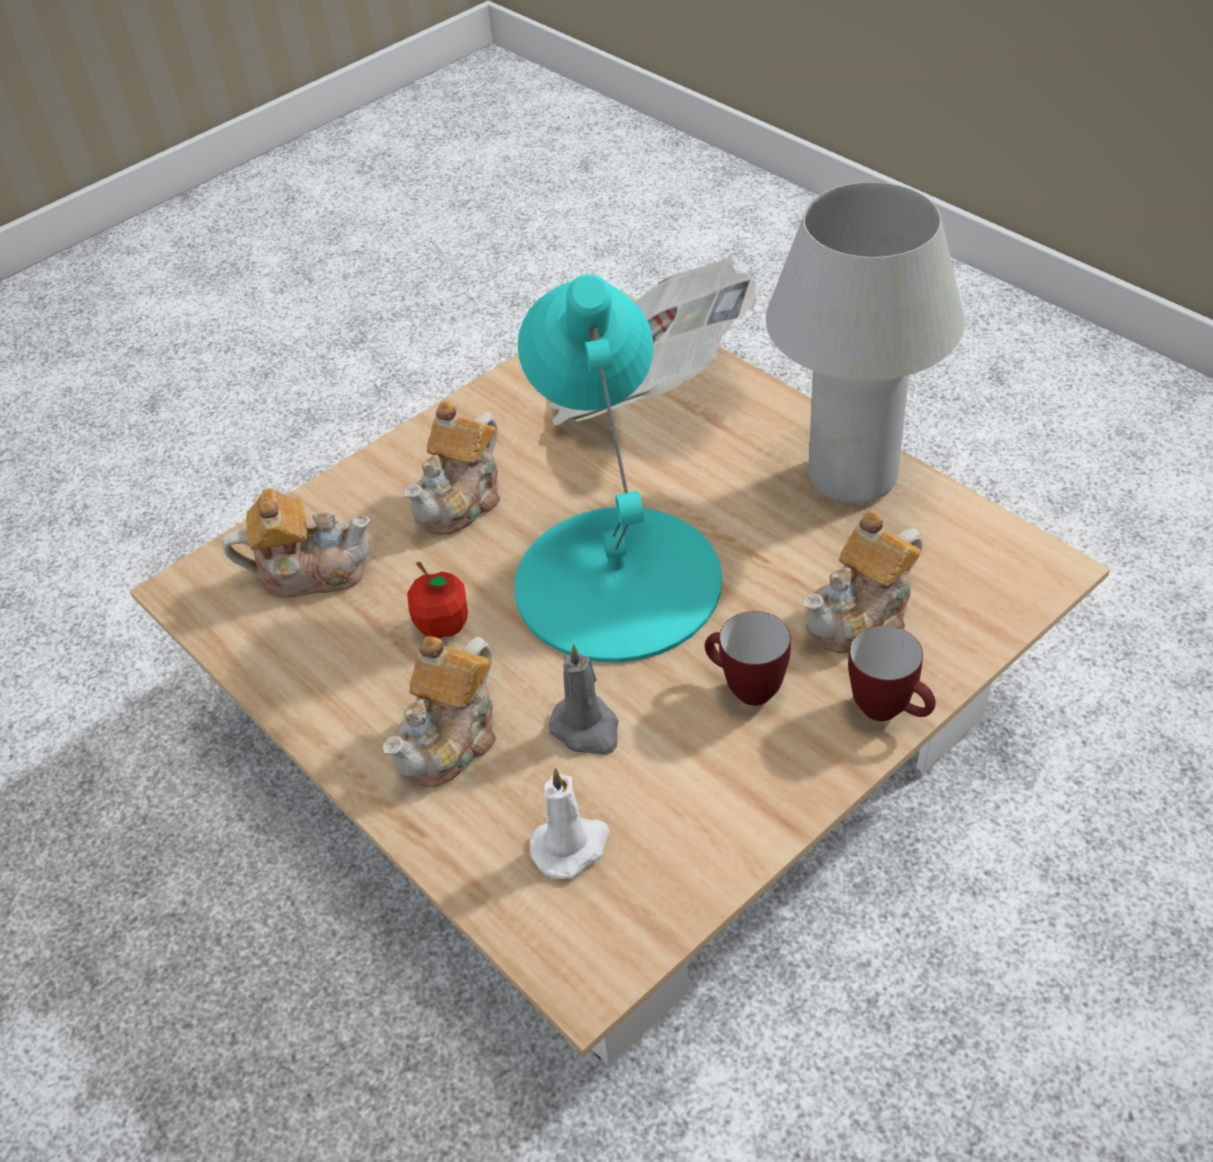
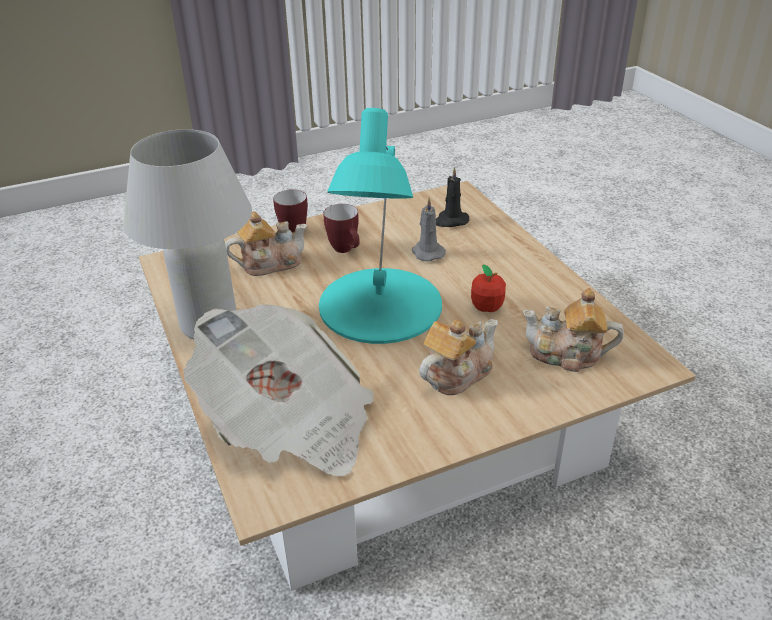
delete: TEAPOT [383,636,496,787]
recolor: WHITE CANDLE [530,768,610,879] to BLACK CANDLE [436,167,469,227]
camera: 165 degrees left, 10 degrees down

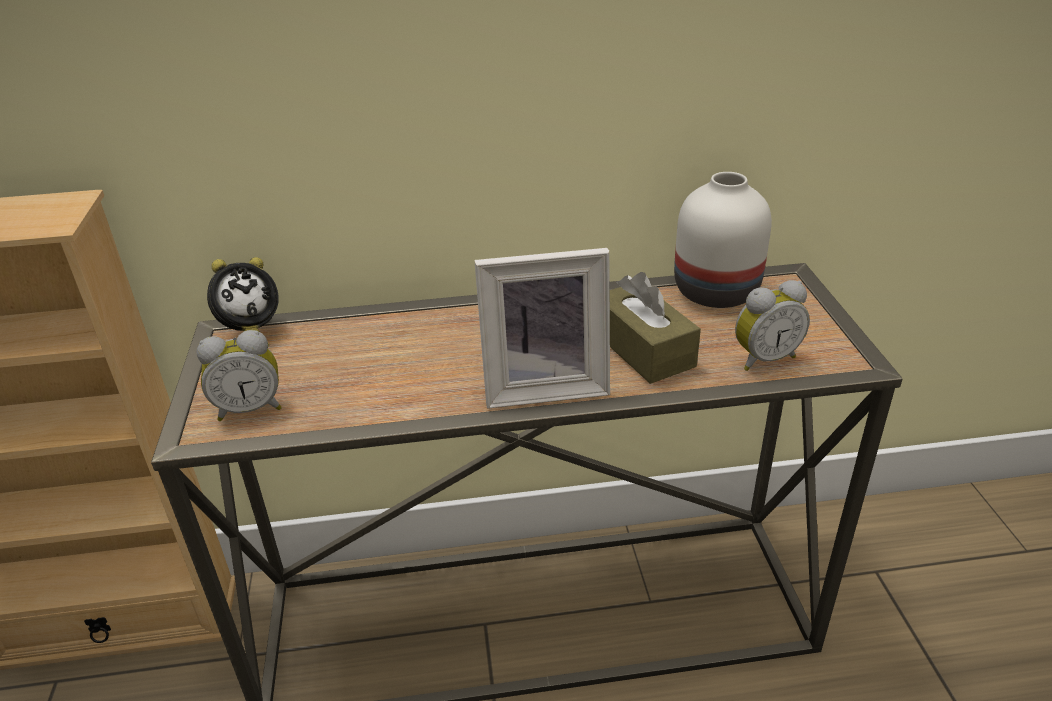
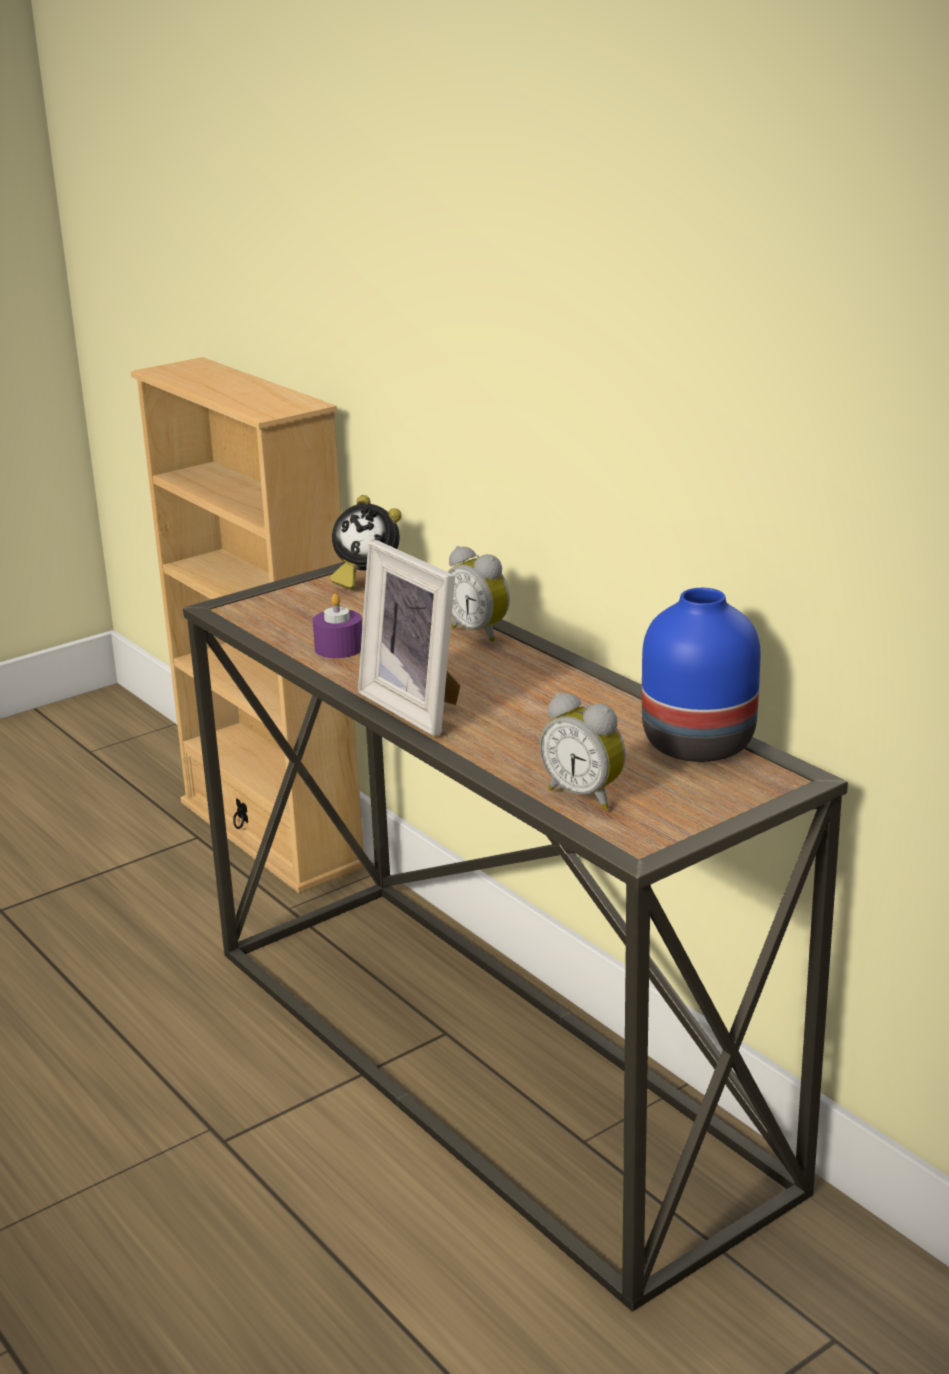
delete: BROWN TISSUE BOX [610,272,701,384]
insert: PURPLE CANDLE [313,594,362,658]
move: ALARM CLOCK [196,330,282,421] to [448,546,510,642]
recolor: WHITE VASE [674,172,772,308] to BLUE VASE [642,588,760,762]
camera: 60 degrees right, 10 degrees down

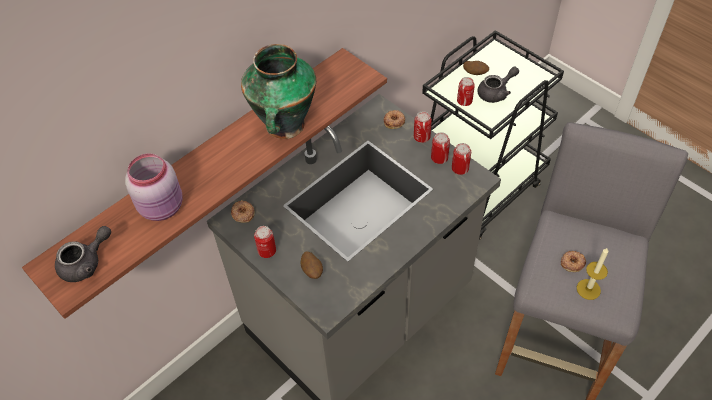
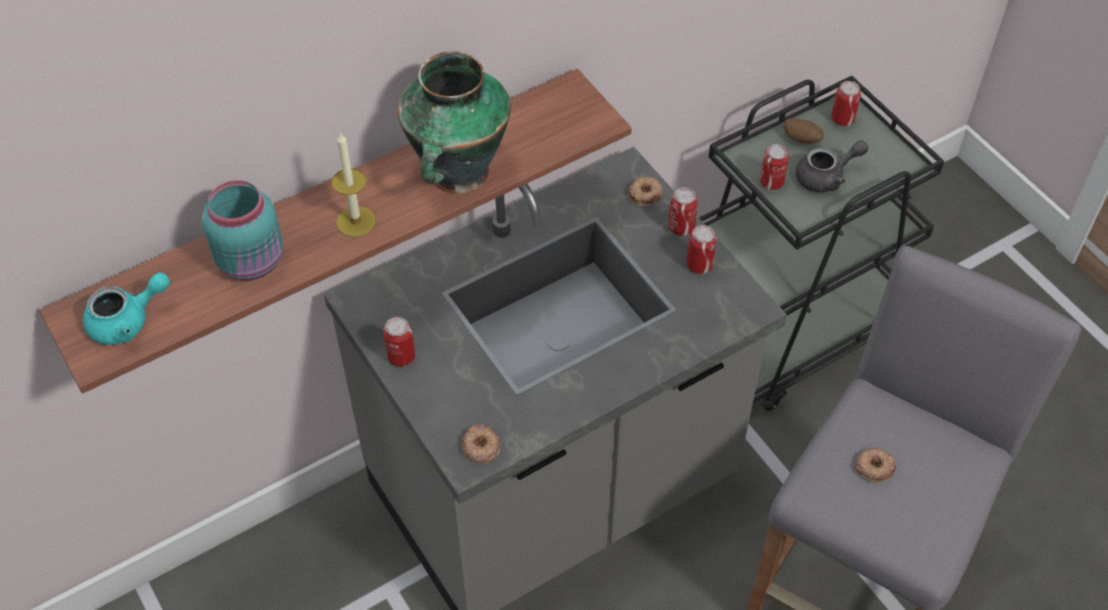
delete: POTATO [300,251,323,279]
move: DONUT [231,200,255,223] to [461,425,501,464]; CAN [452,143,471,175] to [831,81,861,126]; CANDLE [577,248,608,300] to [332,132,376,237]
recolor: GREY TEAPOT [55,226,111,282] to TURQUOISE TEAPOT [83,273,170,345]; PINK JAR [125,154,183,221] to TURQUOISE JAR [202,180,283,281]
camera: 10 degrees right, 0 degrees up

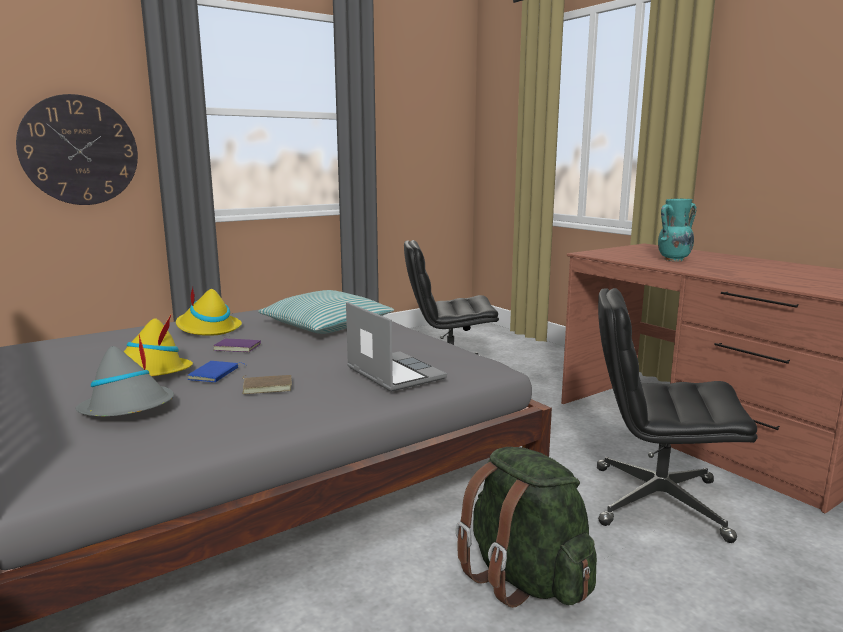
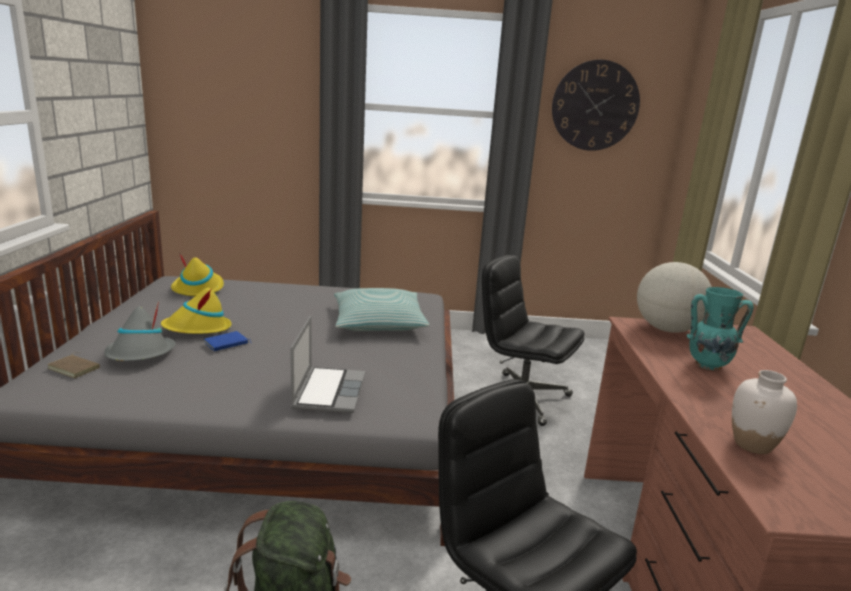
delete: PURPLE BOOK [213,337,261,352]
insert: GLOBE [637,262,712,333]; WHITE VASE [732,370,797,454]
move: WALL CLOCK [16,94,138,205] to [552,60,640,151]; YELLOW HAT [176,287,242,336] to [171,253,224,296]; BROWN BOOK [242,375,292,394] to [48,352,100,378]
camera: 35 degrees right, 5 degrees up

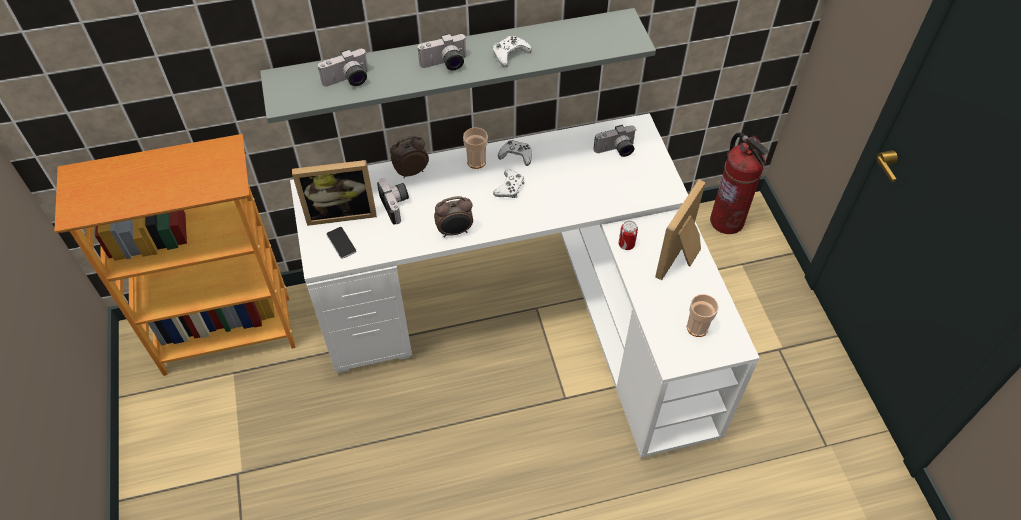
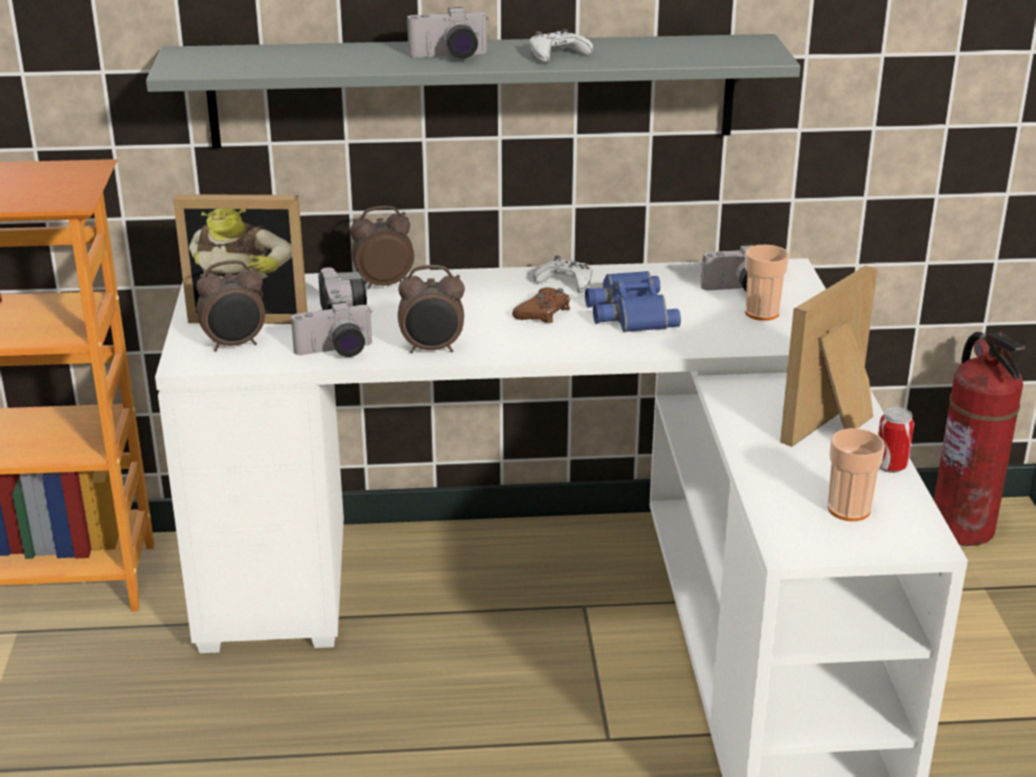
insert: BLUE BINOCULARS [585,271,681,332]
move: PHOTO CAMERA [318,49,369,87] to [291,301,373,357]; CUP [463,127,488,169] to [745,245,789,321]; CAN [619,220,638,250] to [878,407,914,473]
replace: PHONE [326,227,356,259] to ALARM CLOCK [196,260,265,351]
recolor: WHITE GAME CONTROLLER [493,170,524,198] to BROWN GAME CONTROLLER [512,288,570,323]
camera: 10 degrees right, 25 degrees down

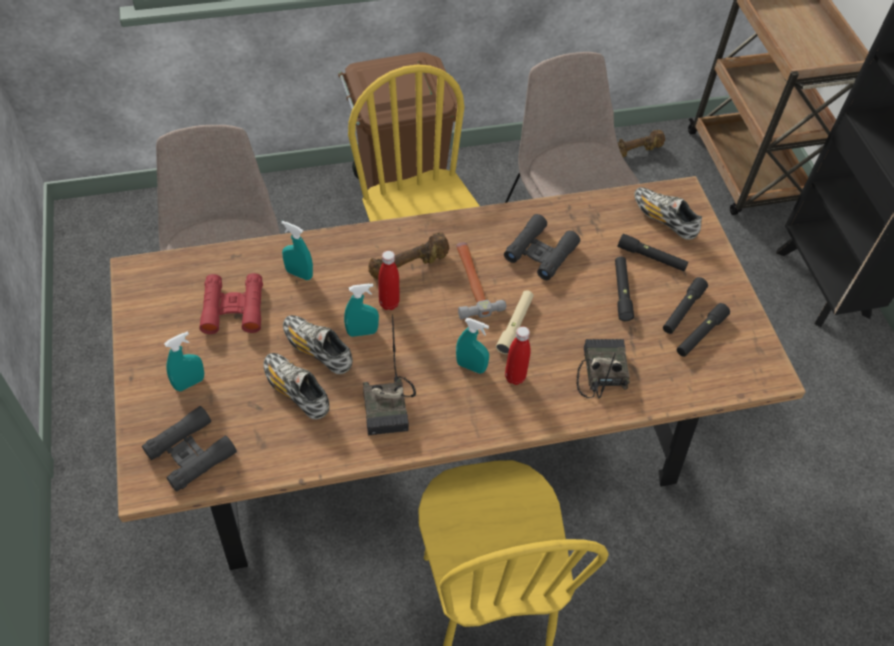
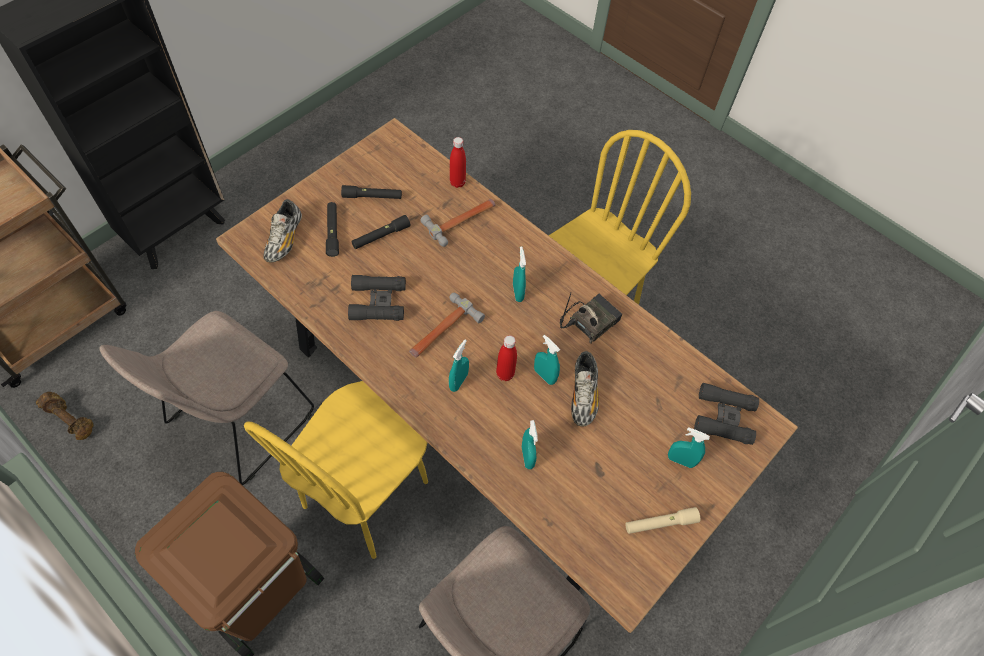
delete: RED BINOCULARS [199,273,263,334]; SHOE [263,353,330,420]; BLACK FLASHLIGHT [677,303,730,357]
move: BEIGE FLASHLIGHT [496,290,534,354] to [626,507,700,534]; RED BOTTLE [505,326,530,385] to [450,137,466,188]
replace: BROWN DUMBBELL [368,233,449,279] to TURQUOISE SPRAY BOTTLE [449,340,469,392]; RADIO [576,339,630,398] to HAMMER [420,199,496,247]
camera: 125 degrees left, 5 degrees up

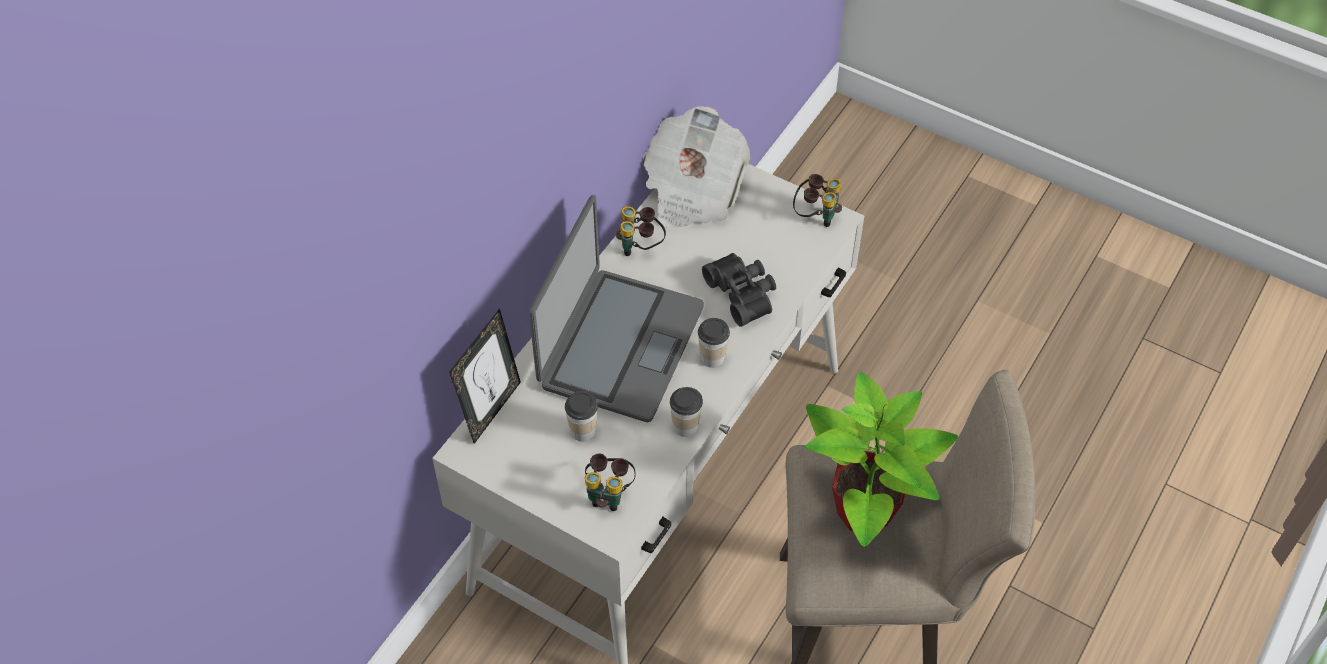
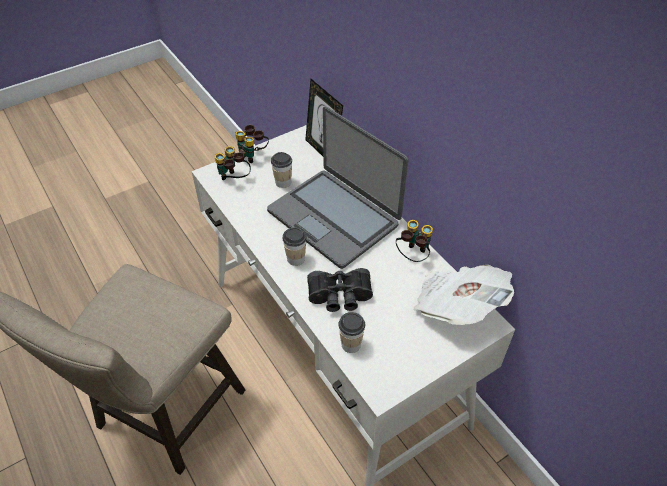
delete: POTTED PLANT [805,371,958,547]
move: CUP [670,387,703,437] to [338,312,365,353]; BINOCULARS [793,174,842,227] to [235,125,269,163]
camera: 115 degrees right, 5 degrees down

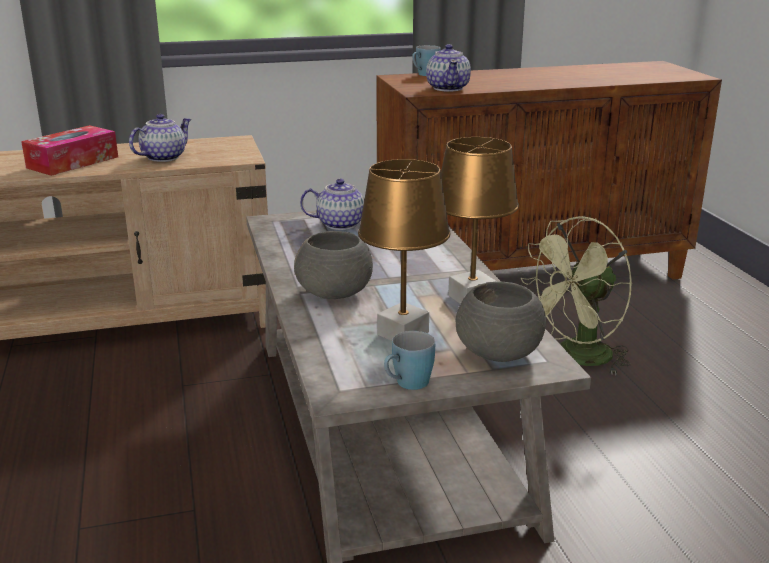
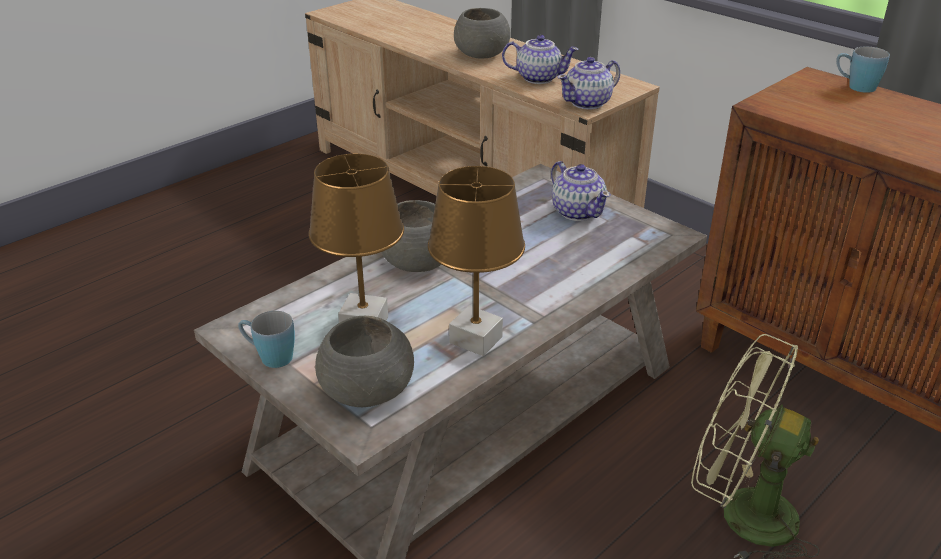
move: TEAPOT [426,44,471,92] to [558,57,620,110]
replace: TISSUE BOX [21,125,118,176] to GREY BOWL [454,8,511,58]
camera: 60 degrees right, 10 degrees up

